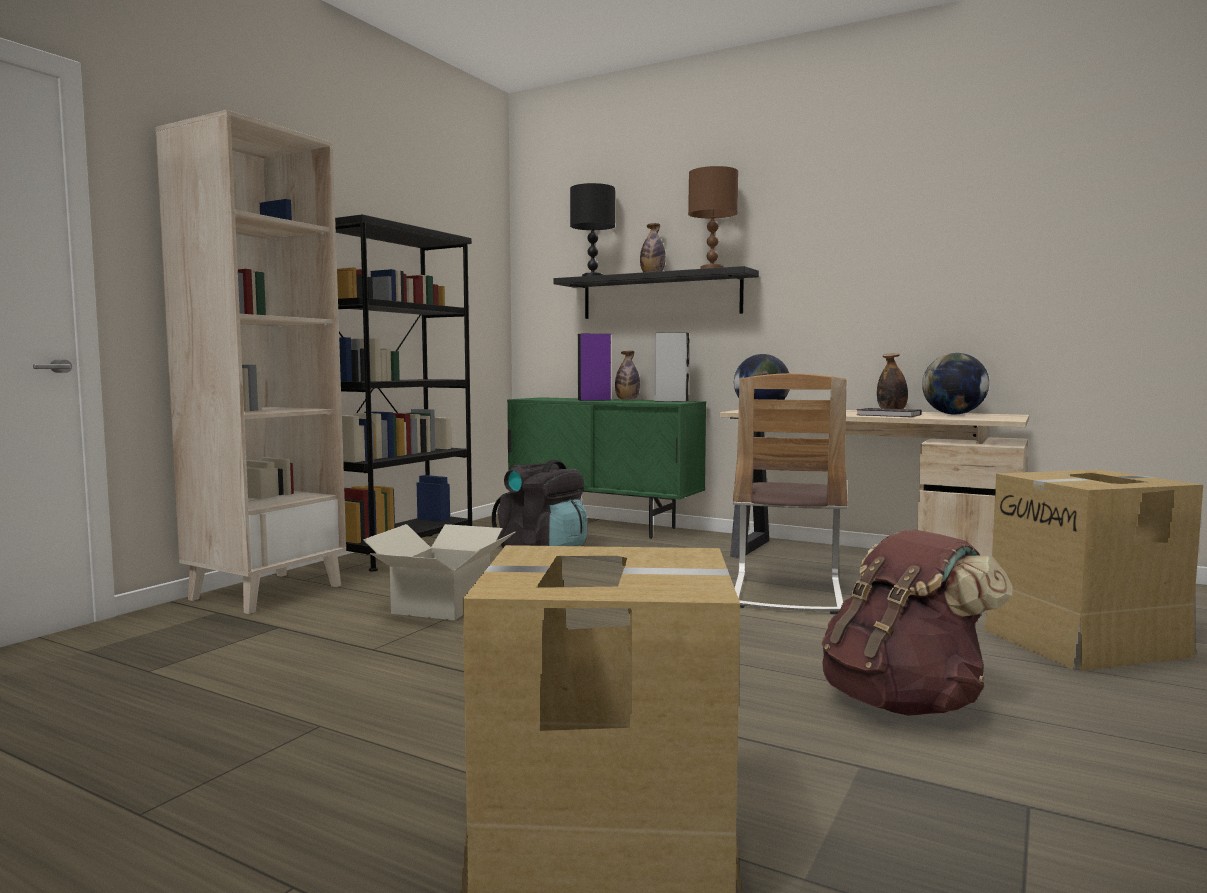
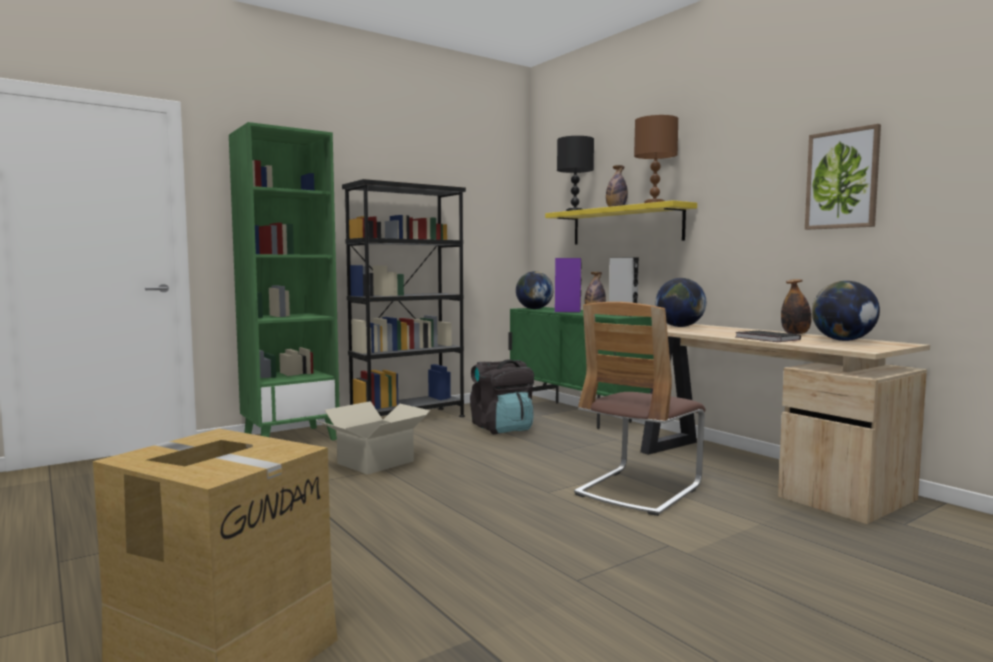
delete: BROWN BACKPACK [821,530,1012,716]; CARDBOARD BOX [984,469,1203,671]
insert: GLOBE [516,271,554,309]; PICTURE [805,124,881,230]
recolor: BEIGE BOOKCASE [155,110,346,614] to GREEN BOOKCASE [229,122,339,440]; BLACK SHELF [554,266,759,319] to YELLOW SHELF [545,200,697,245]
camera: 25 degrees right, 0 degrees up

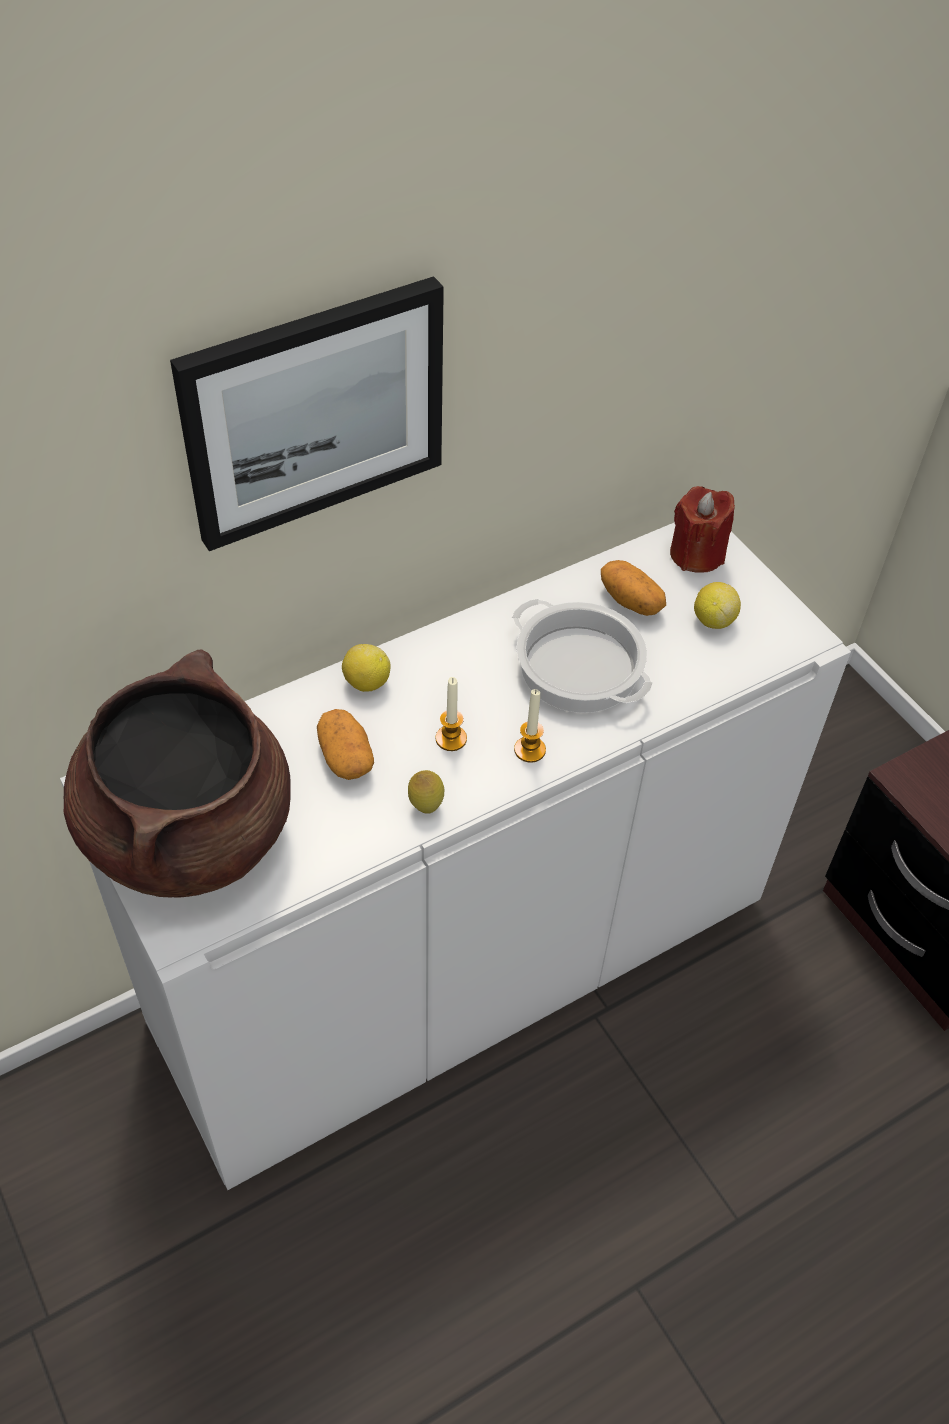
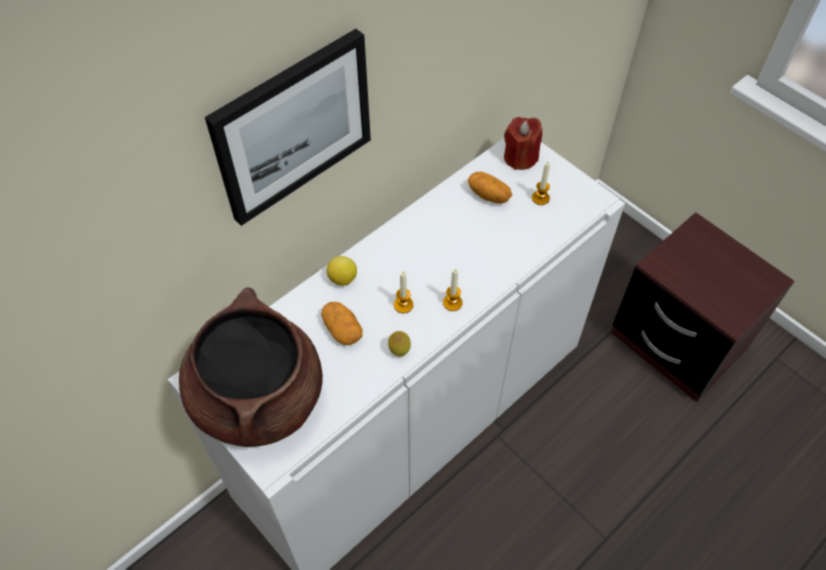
delete: COOKING POT [512,599,653,713]
replace: LEMON [694,582,741,629] to CANDLE [532,162,550,205]
camera: 10 degrees left, 5 degrees up

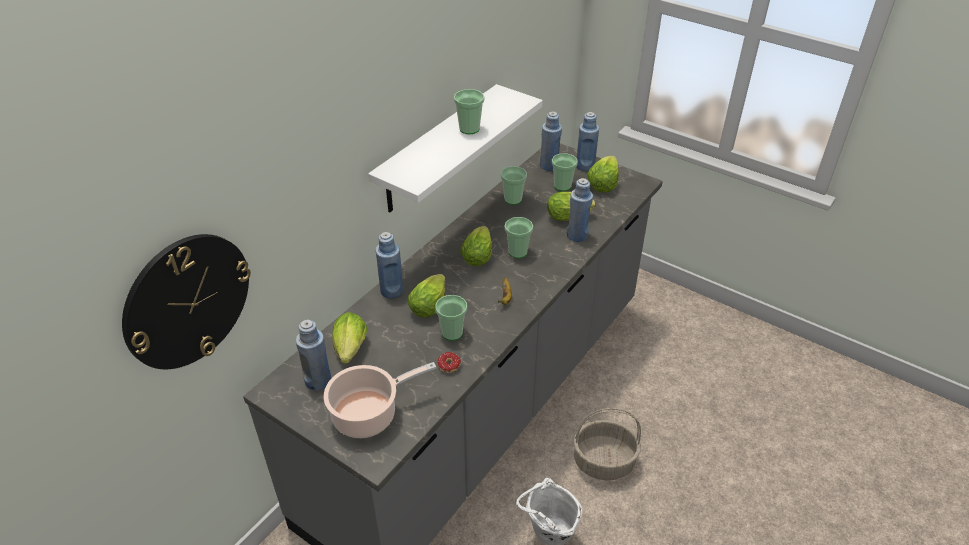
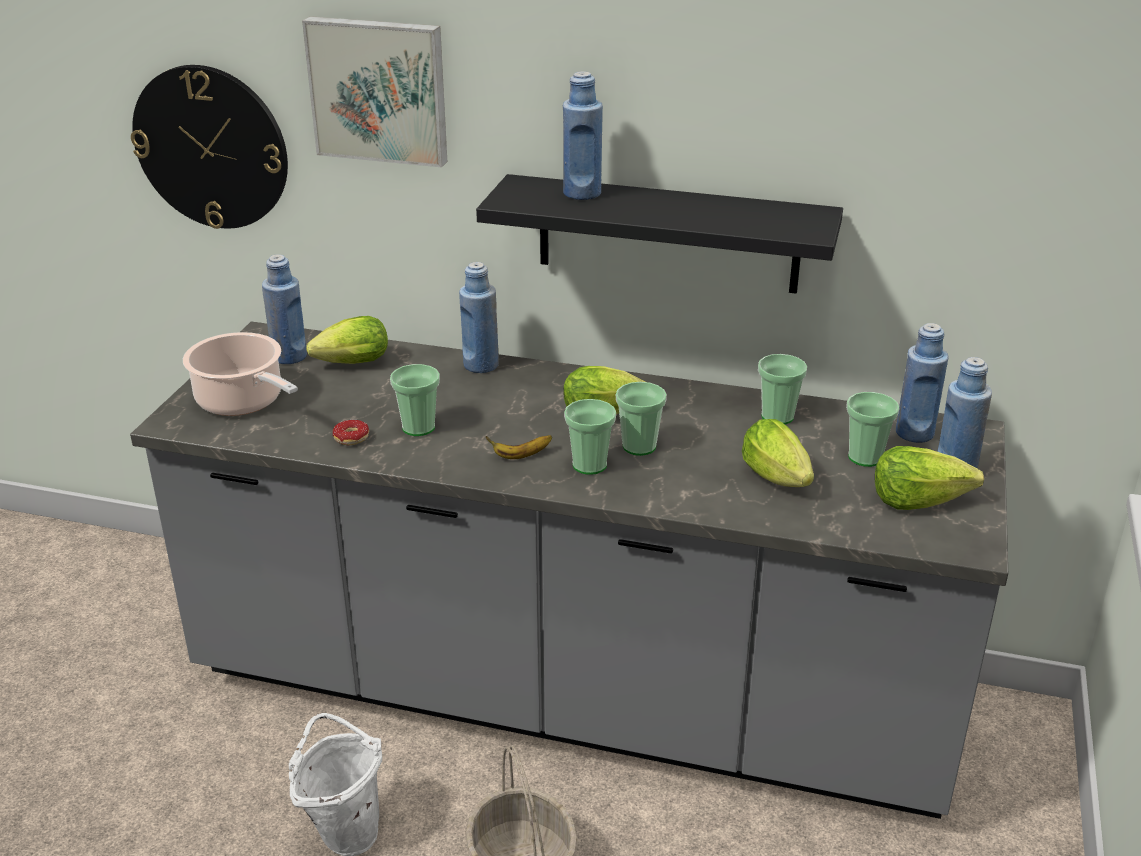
delete: LETTUCE [408,274,445,318]
insert: PICTURE [302,16,447,168]
move: CUP [454,89,485,134] to [564,399,616,475]; BLUE BOTTLE [567,178,593,242] to [563,72,603,200]
recolor: WHITE SHELF [368,84,543,212] to BLACK SHELF [476,174,843,294]
camera: 70 degrees right, 10 degrees down

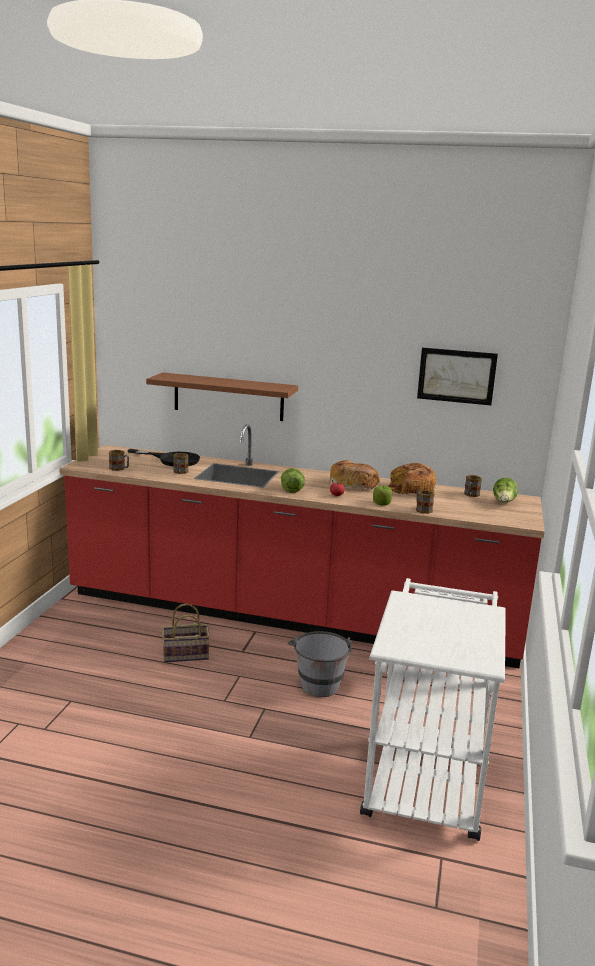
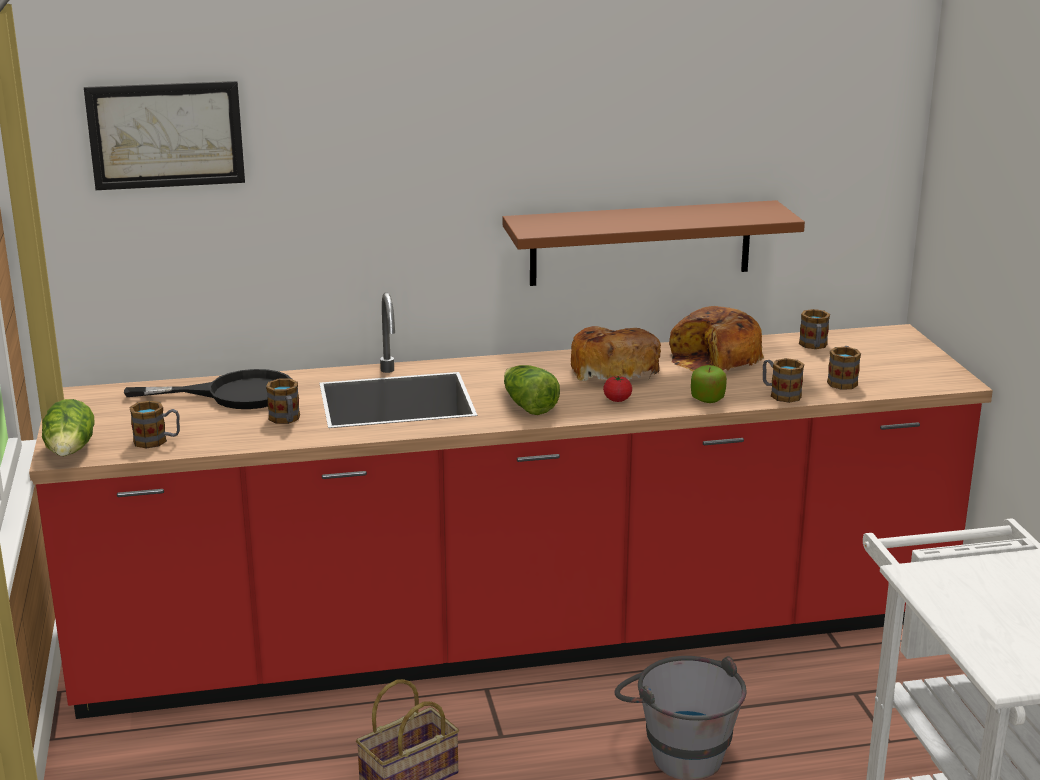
insert: MUG [827,346,861,390]
move: BROWN SHELF [146,372,298,421] to [503,200,805,286]; PICTURE [417,348,498,405] to [84,81,245,190]; LETTUCE [493,477,518,502] to [42,399,95,456]
camera: 25 degrees left, 5 degrees up

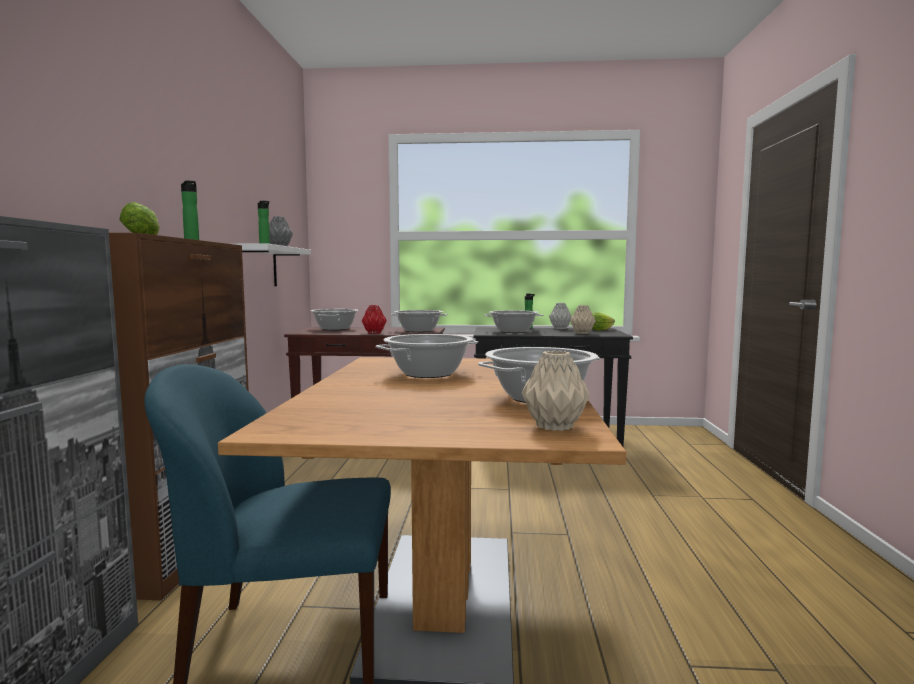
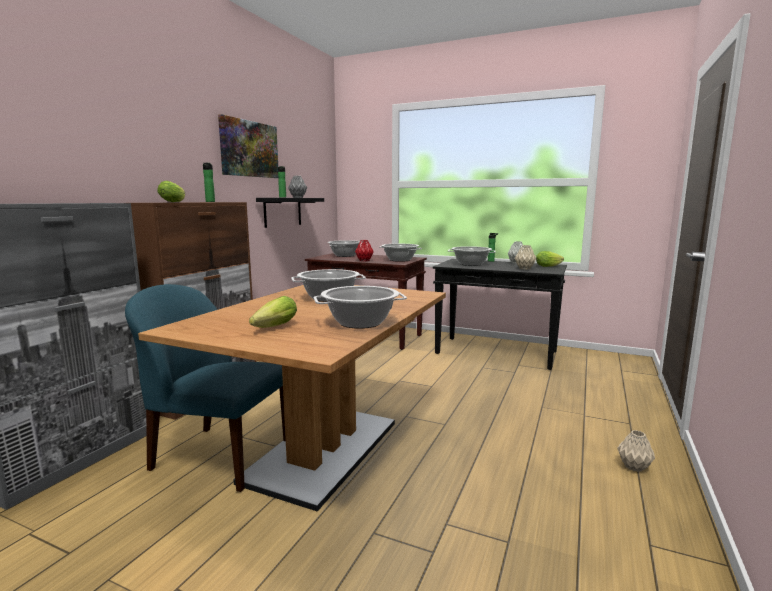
insert: PICTURE [218,114,278,178]; LETTUCE [249,296,297,328]
move: BEIGE VASE [522,351,590,431] to [617,430,655,472]
recolor: WHITE SHELF [235,244,311,286] to BLACK SHELF [256,198,324,228]
camera: 20 degrees right, 5 degrees up

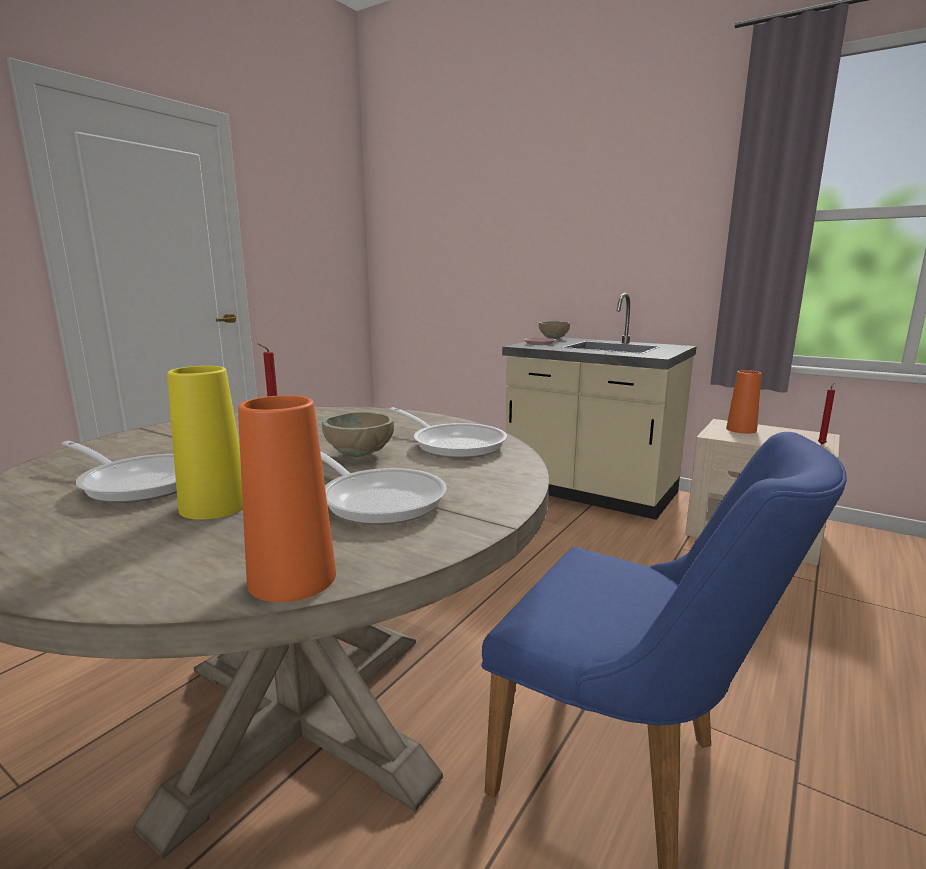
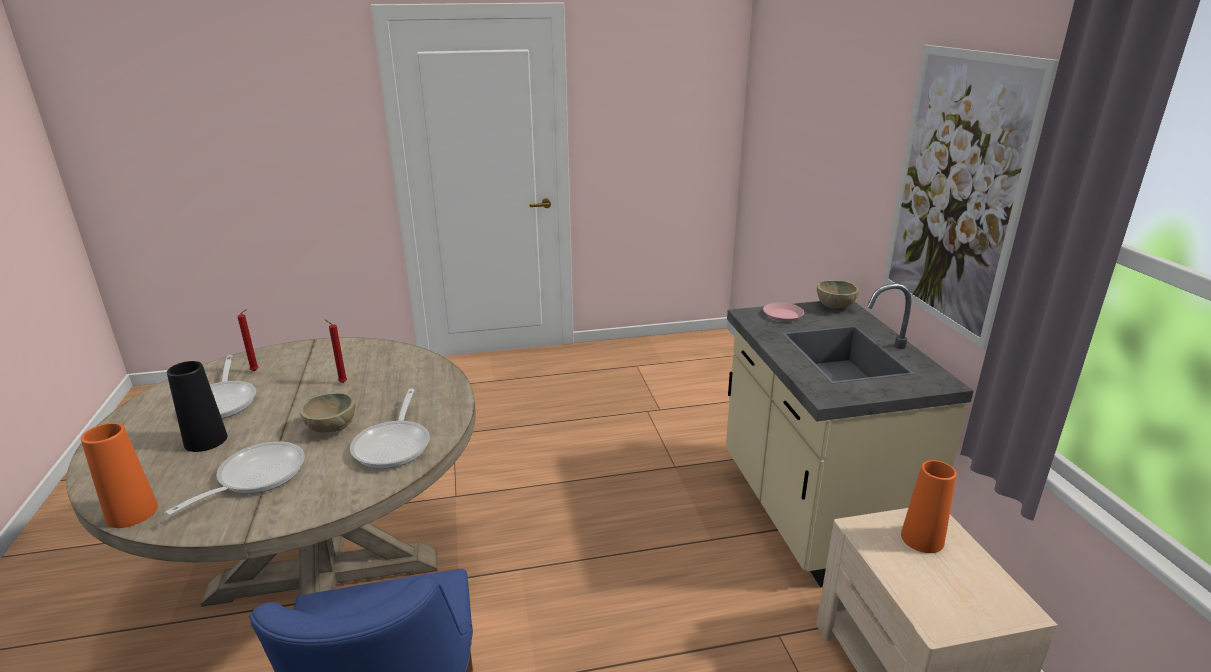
insert: PICTURE [883,45,1059,349]
move: RED CANDLE [818,383,835,444] to [237,309,259,371]
recolor: YELLOW VASE [167,366,243,520] to BLACK VASE [167,361,228,452]
rotate: FRYING PAN [320,451,447,525] = [165,441,305,515] 150 degrees counterclockwise
camera: 45 degrees right, 10 degrees up

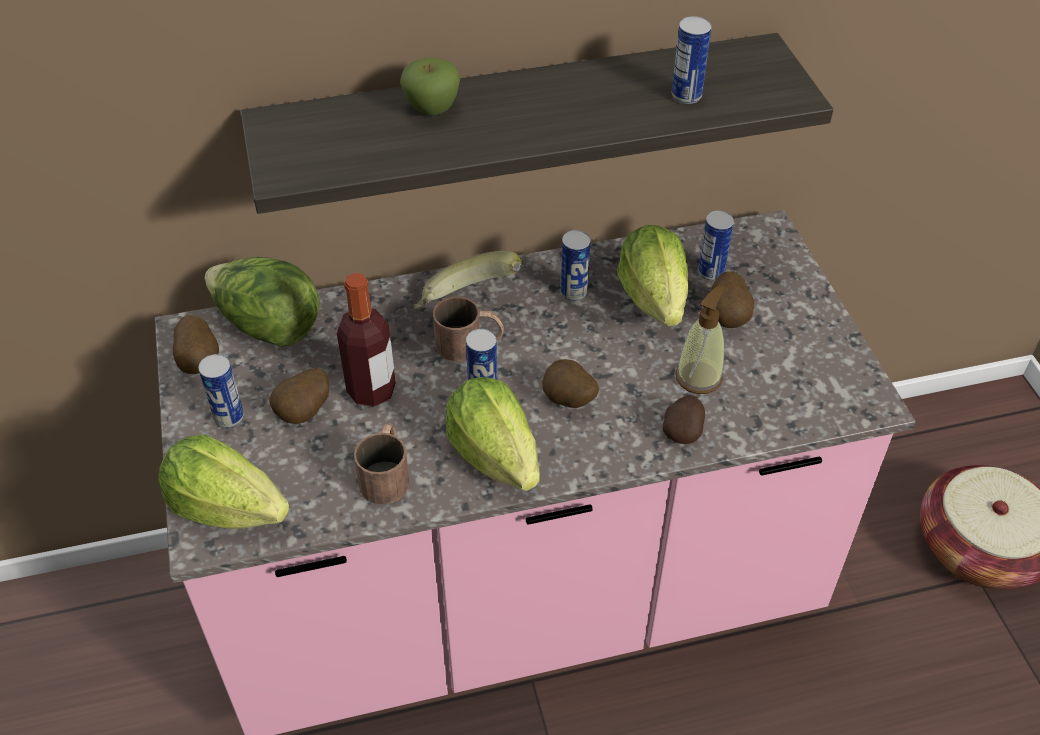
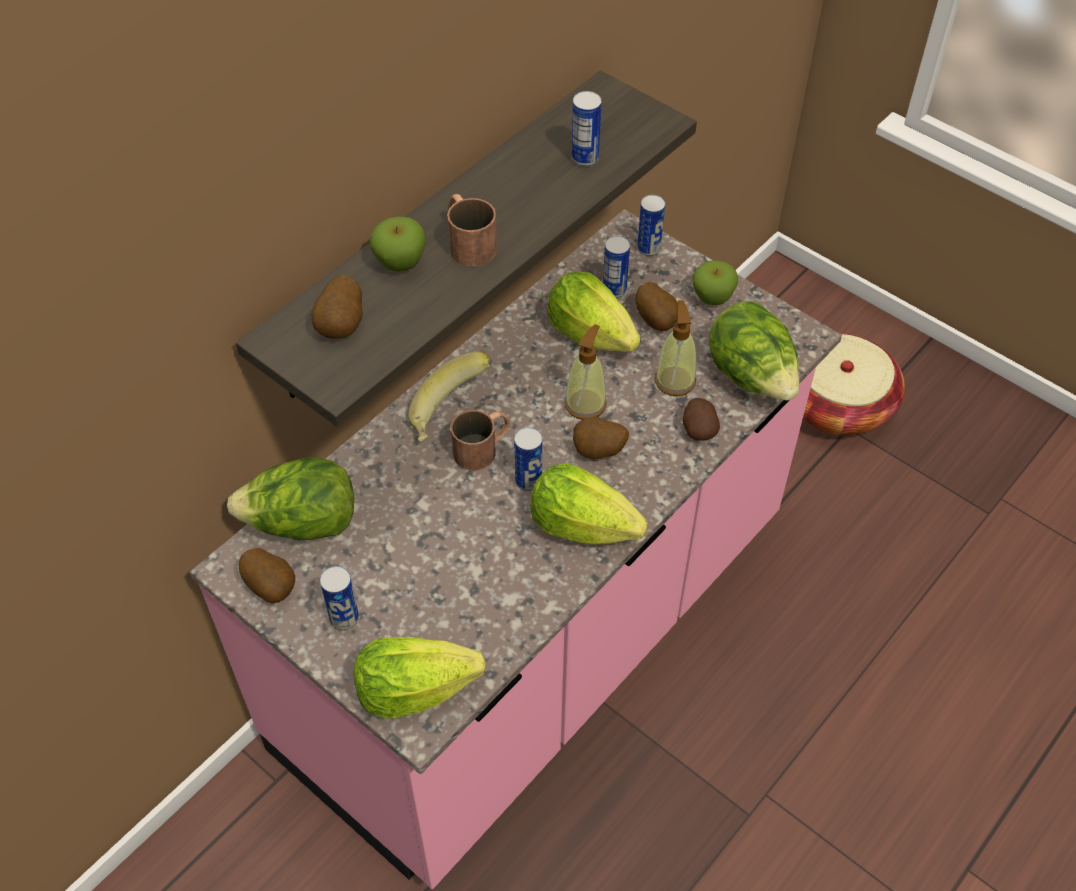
delete: BOTTLE [337,273,396,407]
insert: SOAP DISPENSER [564,324,607,420]; APPLE [692,260,738,305]; LETTUCE [709,302,799,400]
move: POTATO [269,368,329,424] to [312,275,363,339]; BROWN MUG [354,423,410,505] to [447,194,497,266]; CAN [560,230,590,301] to [637,195,665,256]
camera: 35 degrees left, 5 degrees up

